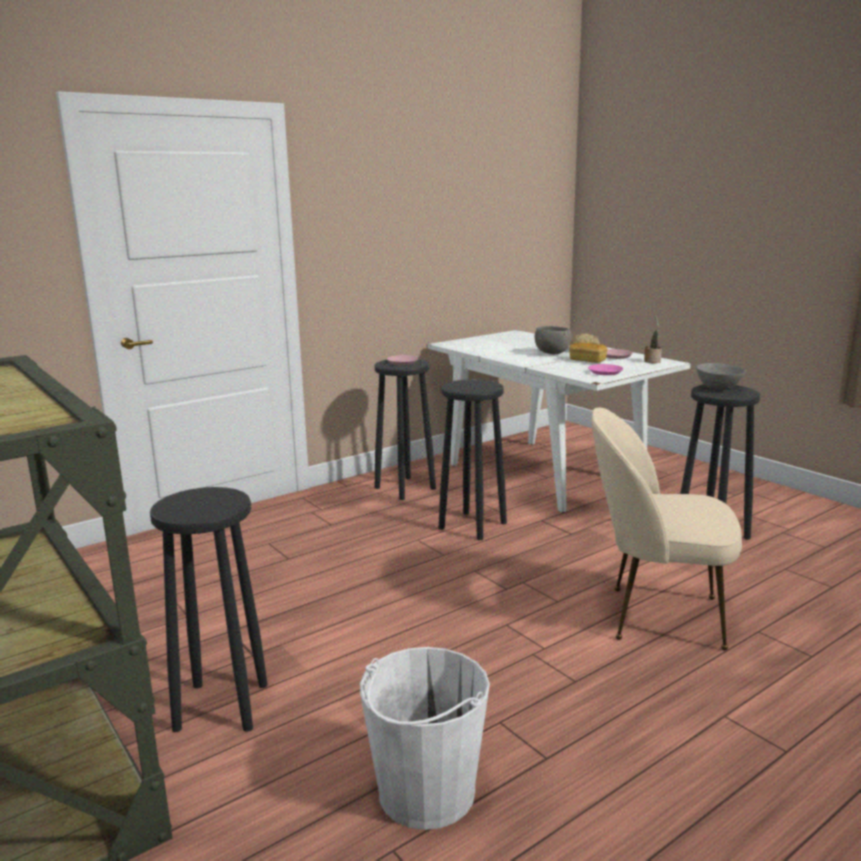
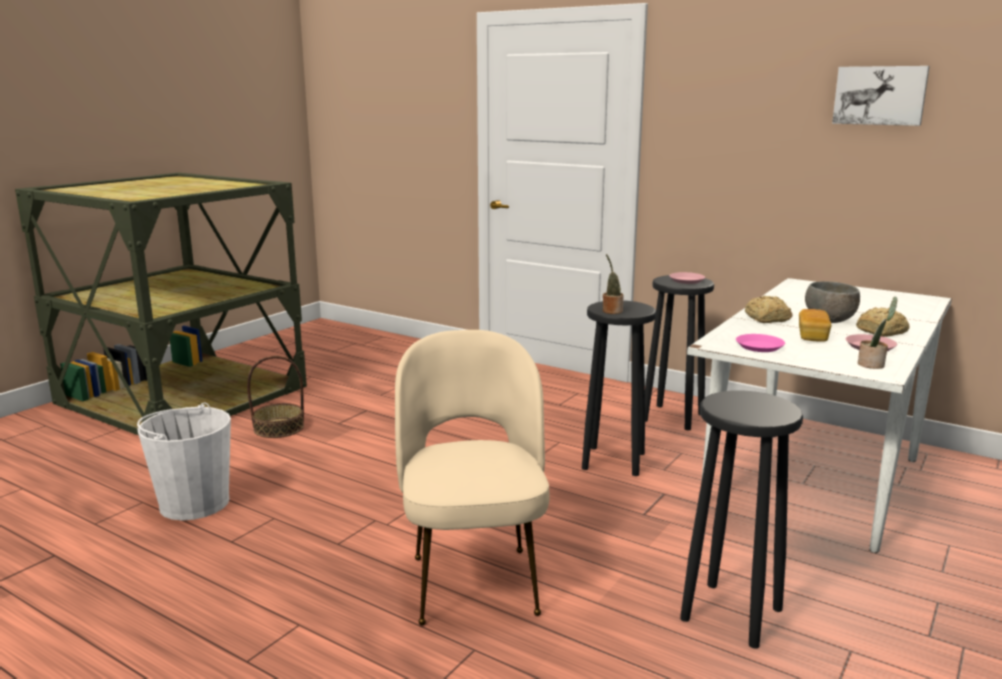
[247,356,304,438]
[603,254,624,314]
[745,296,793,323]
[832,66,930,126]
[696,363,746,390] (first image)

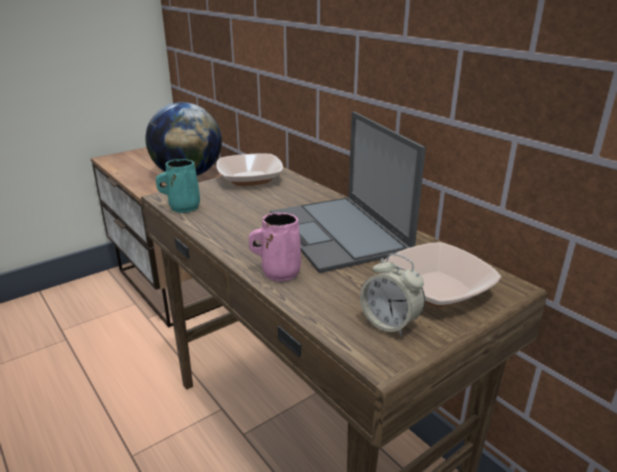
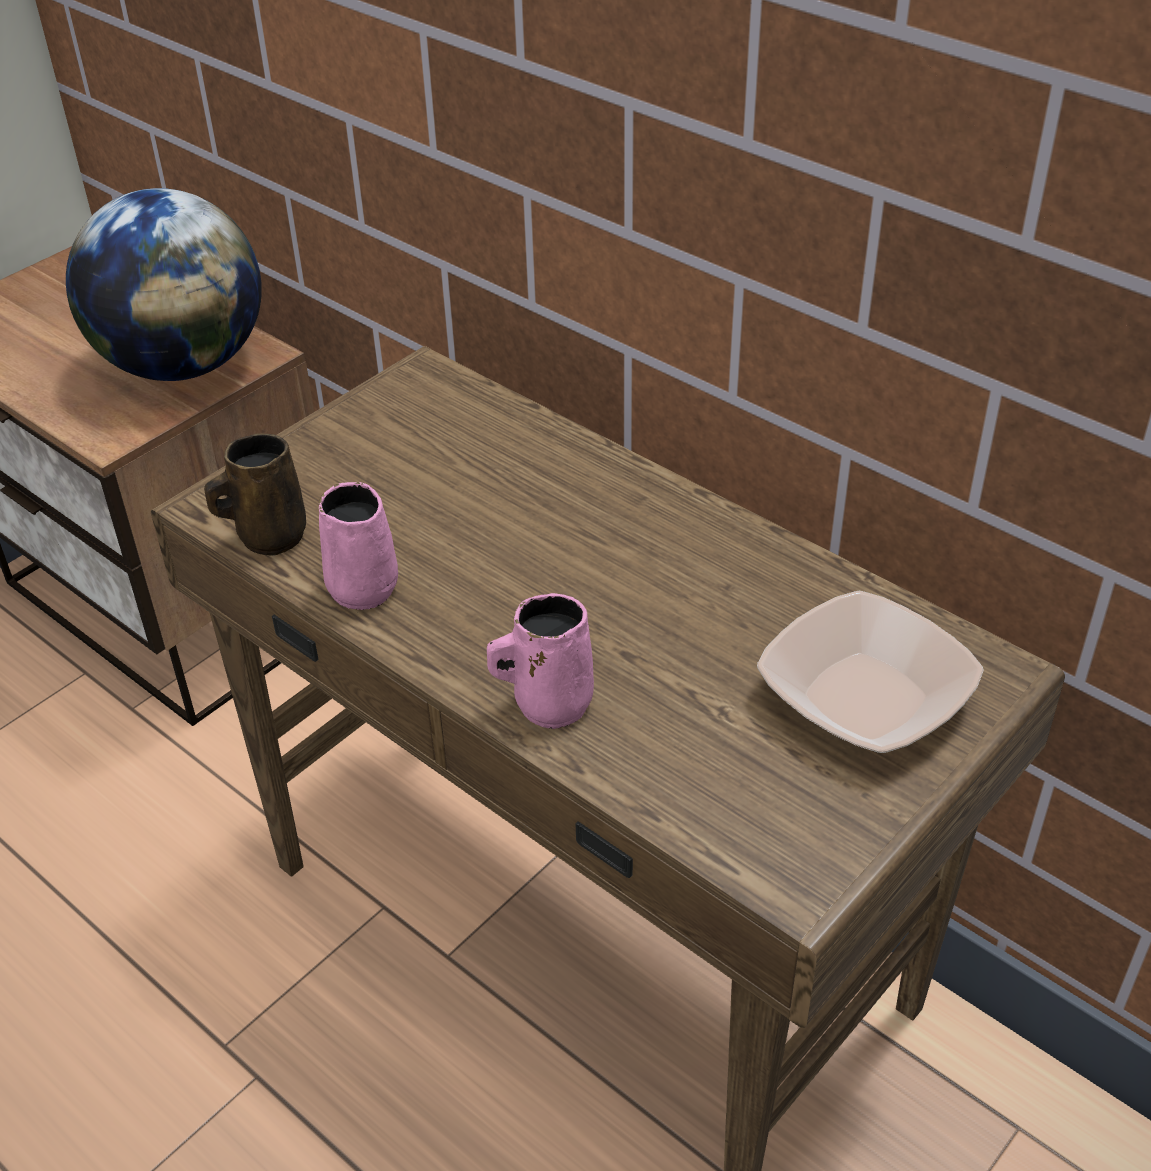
[204,433,306,555]
[319,482,398,610]
[216,153,283,186] (first image)
[270,112,426,273] (first image)
[360,254,425,337] (first image)

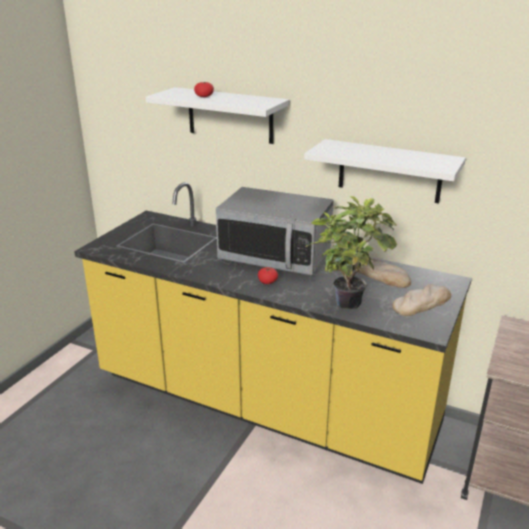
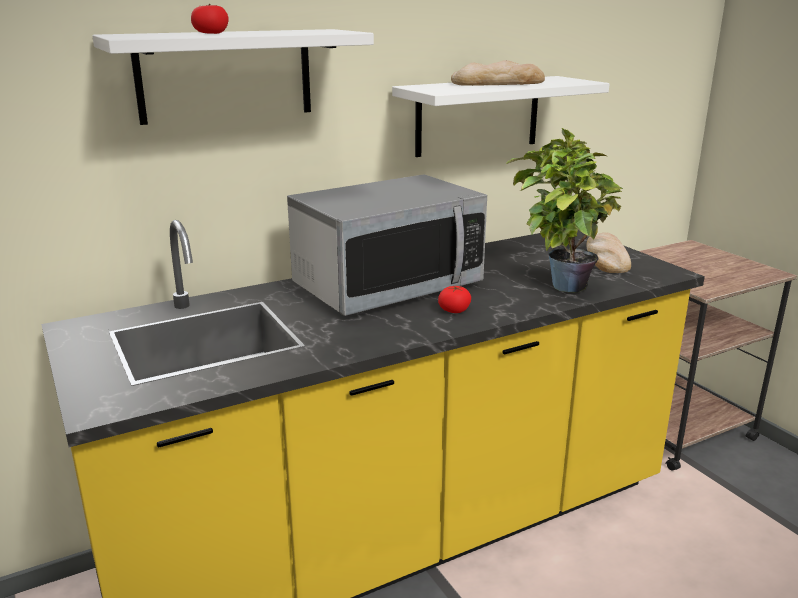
[451,60,545,86]

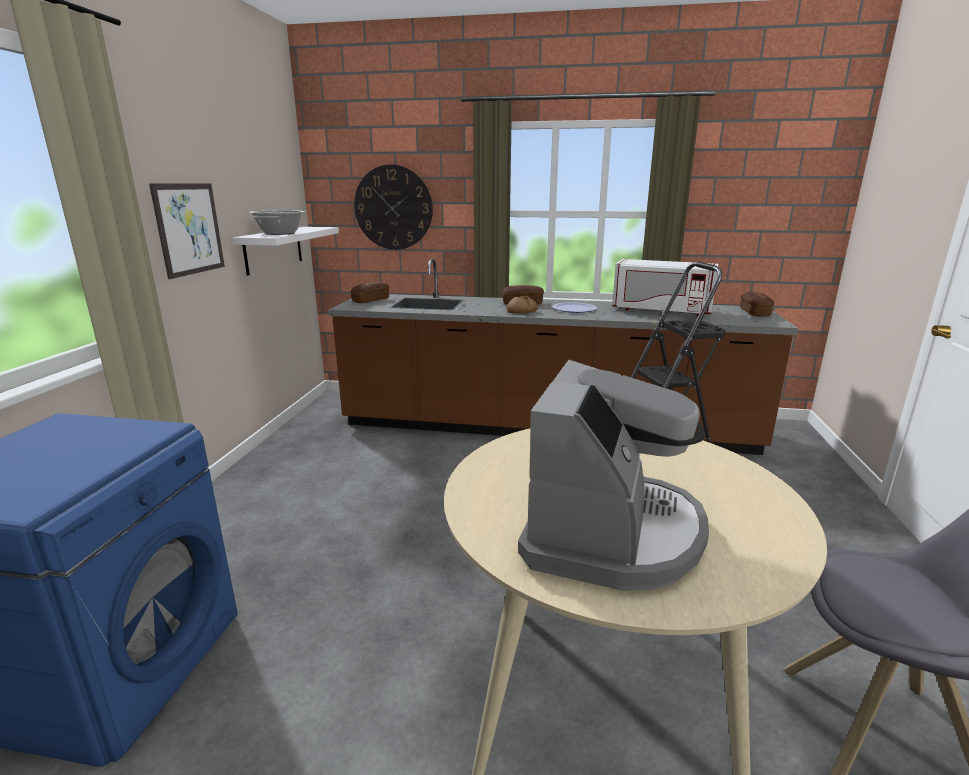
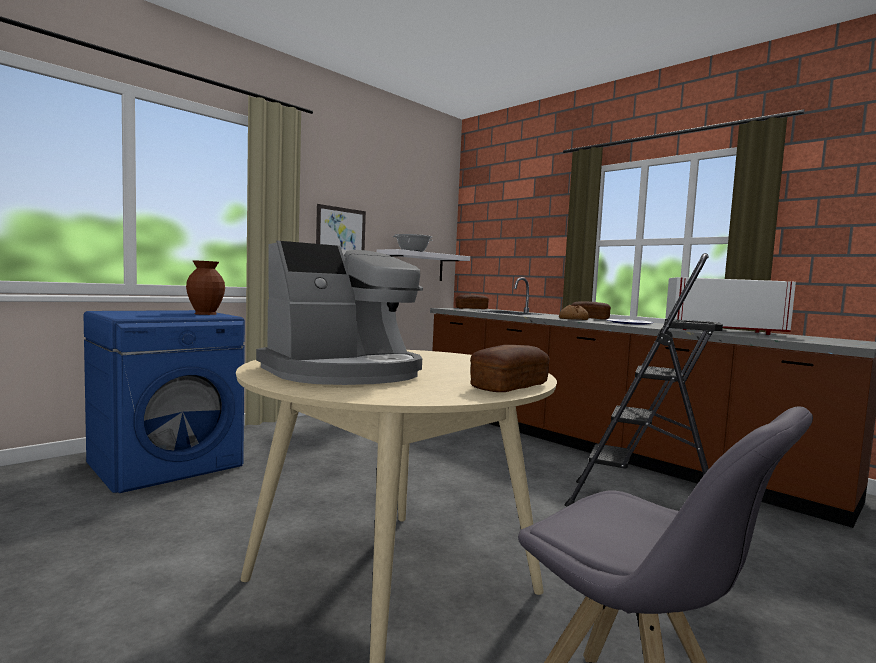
[186,260,225,315]
[470,345,550,392]
[665,277,796,335]
[354,164,433,250] (first image)

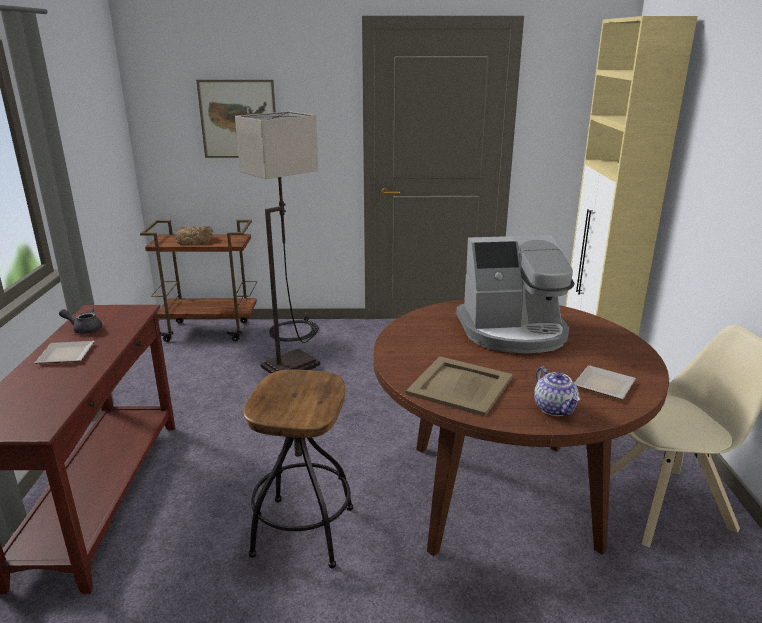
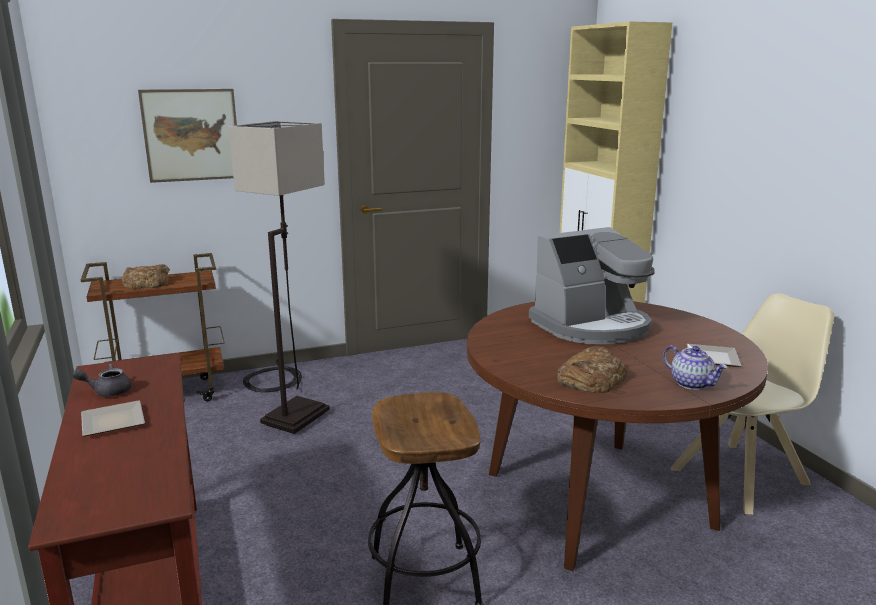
[557,346,627,393]

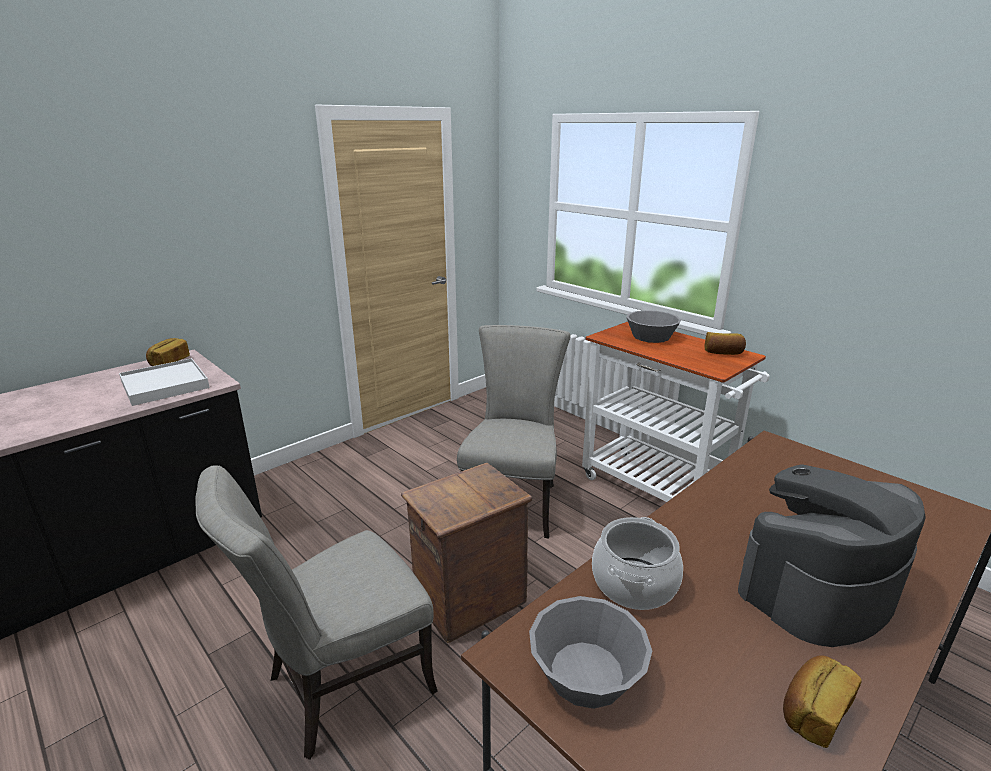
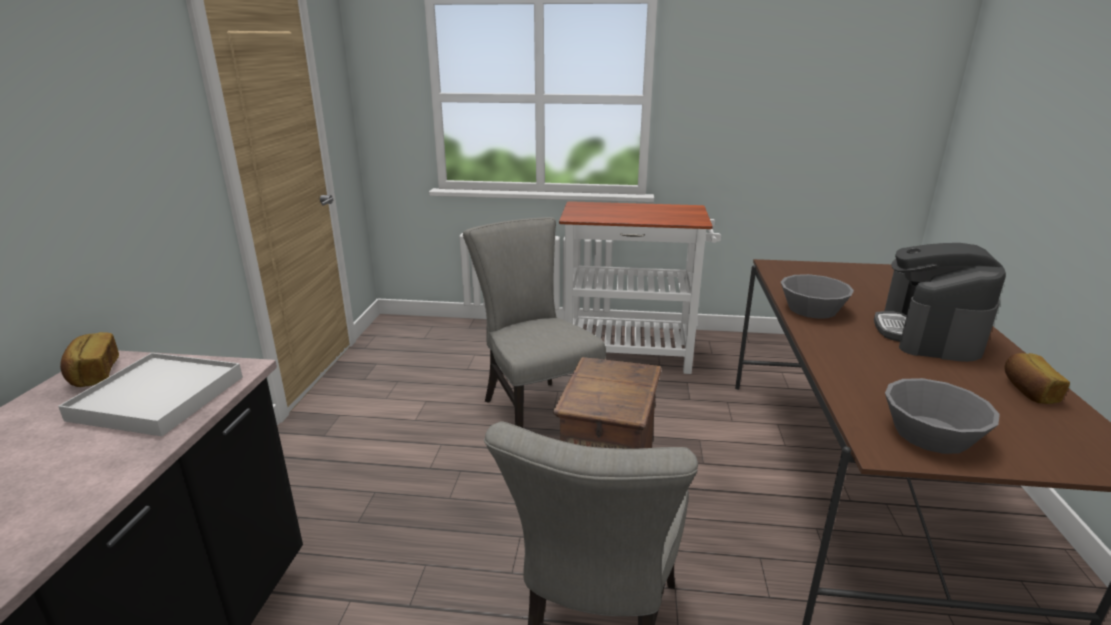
[781,274,854,319]
[592,517,683,610] (first image)
[704,332,746,355] (first image)

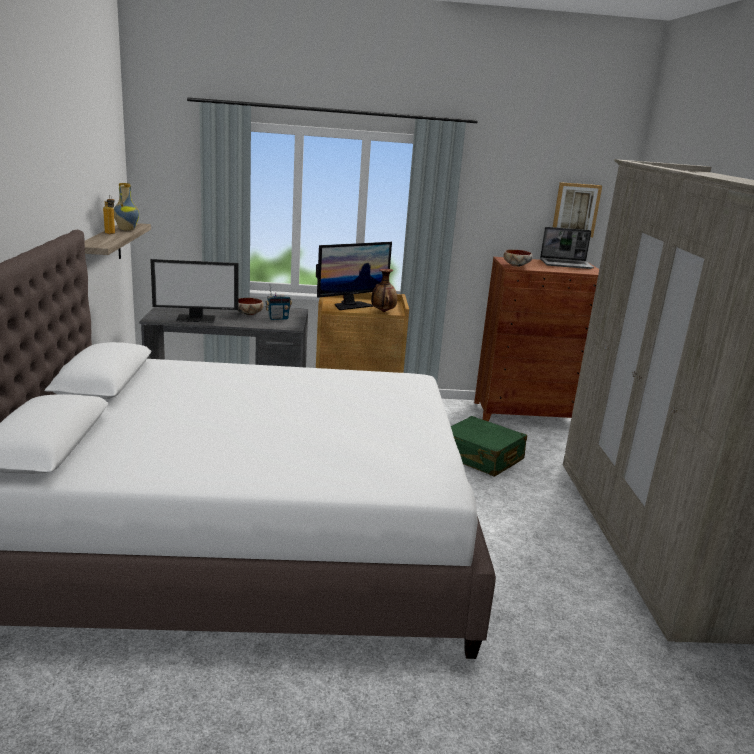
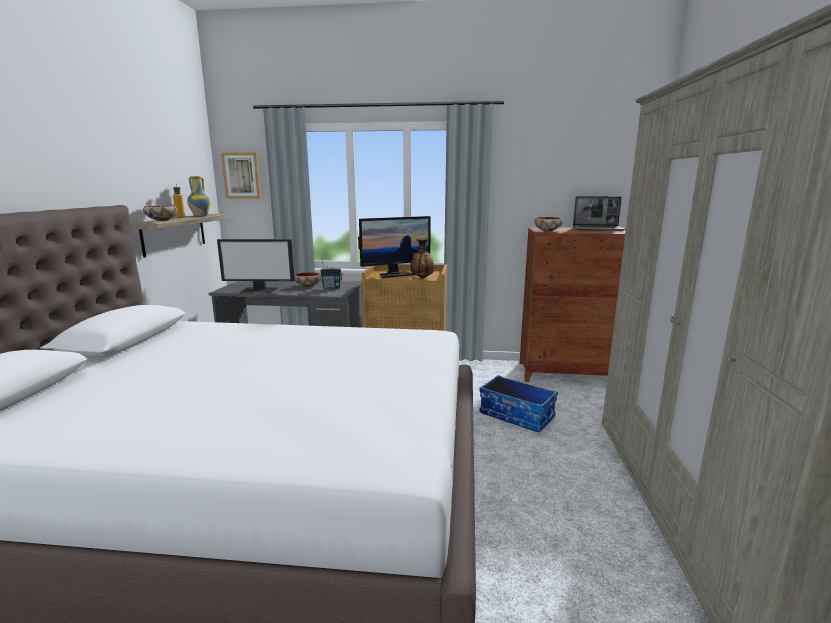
[143,206,178,221]
[221,152,261,199]
[479,375,558,432]

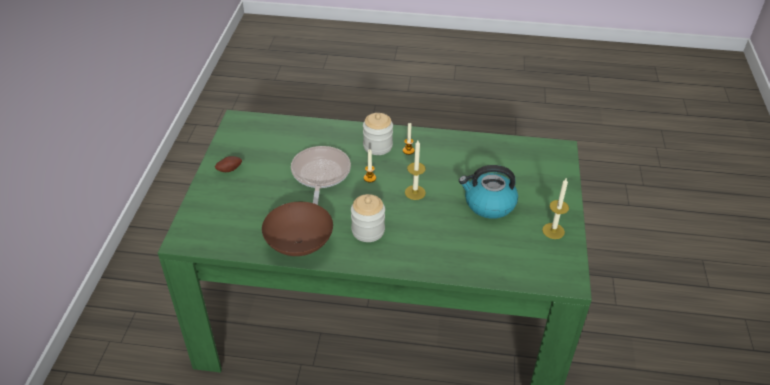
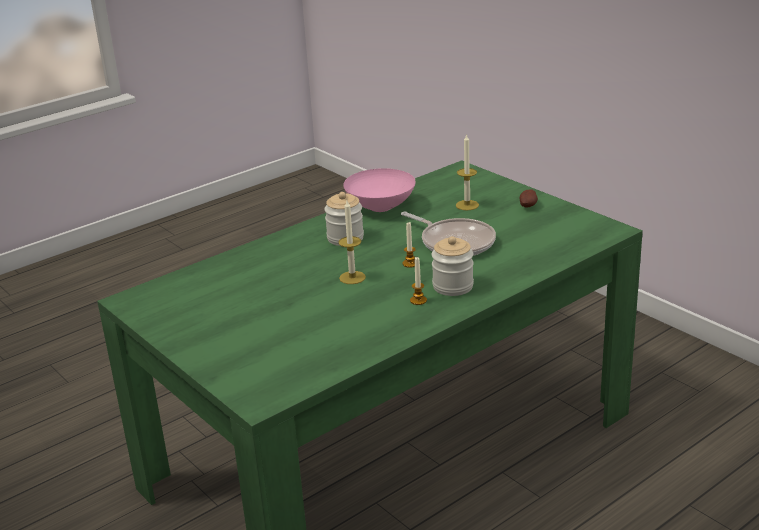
[343,168,416,212]
[456,134,479,210]
[459,165,518,219] (first image)

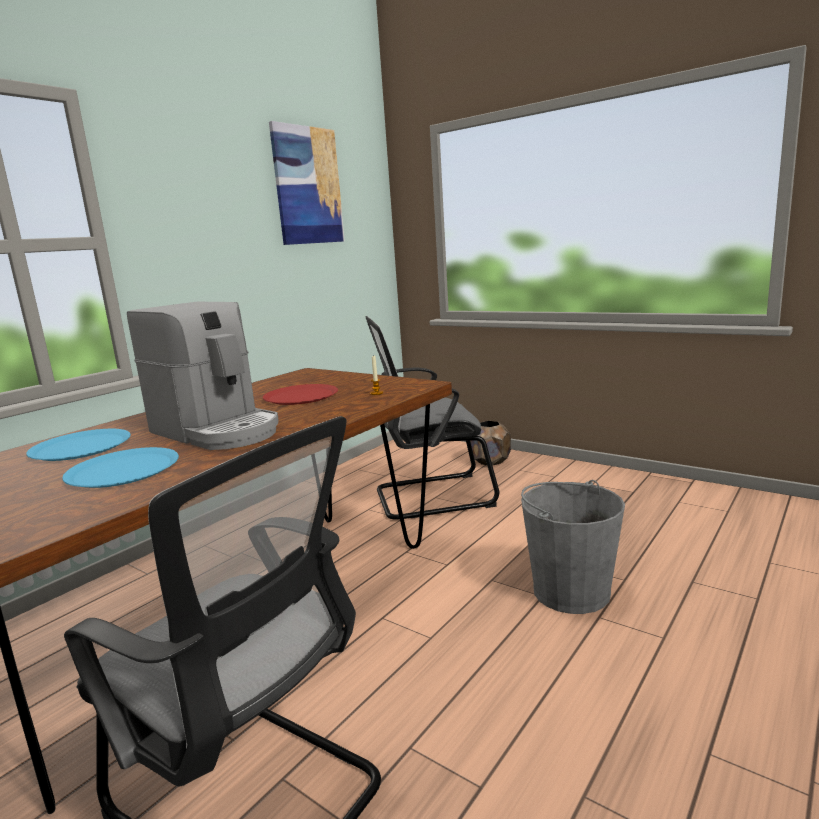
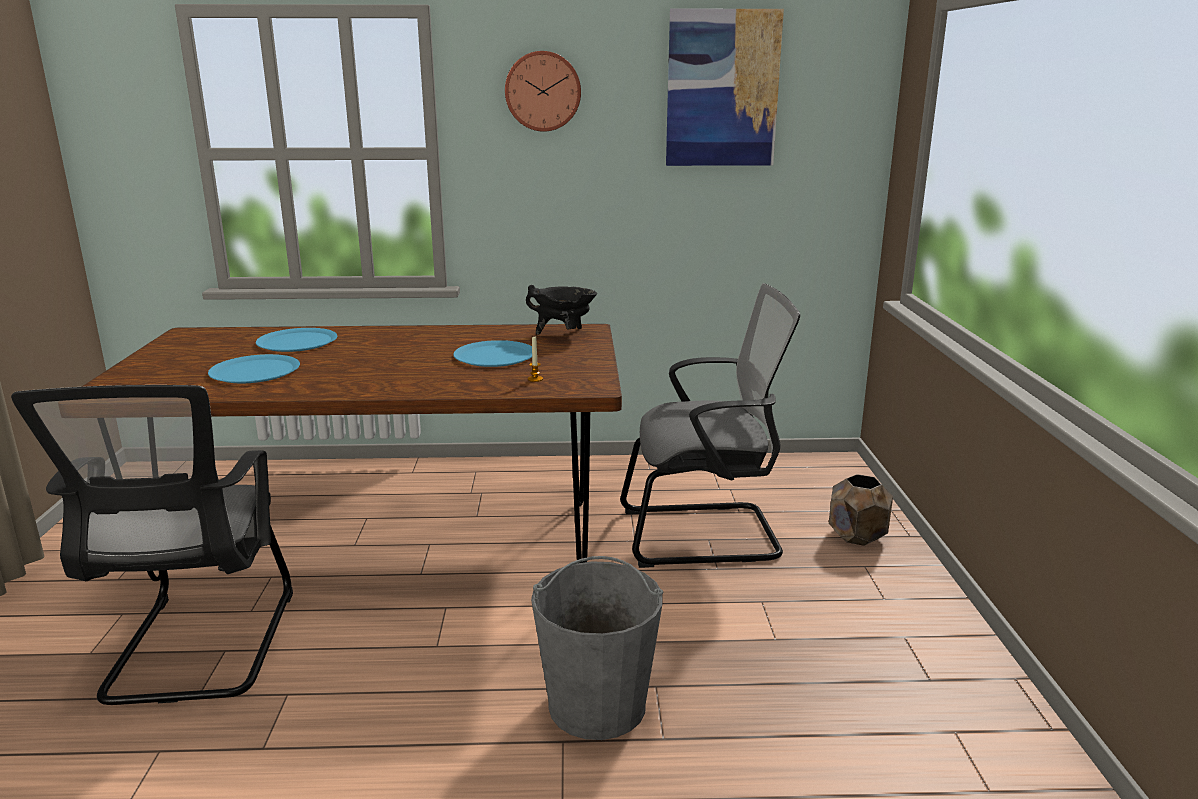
[453,340,532,367]
[505,51,581,132]
[526,285,597,335]
[620,283,800,568]
[127,302,279,450] (first image)

